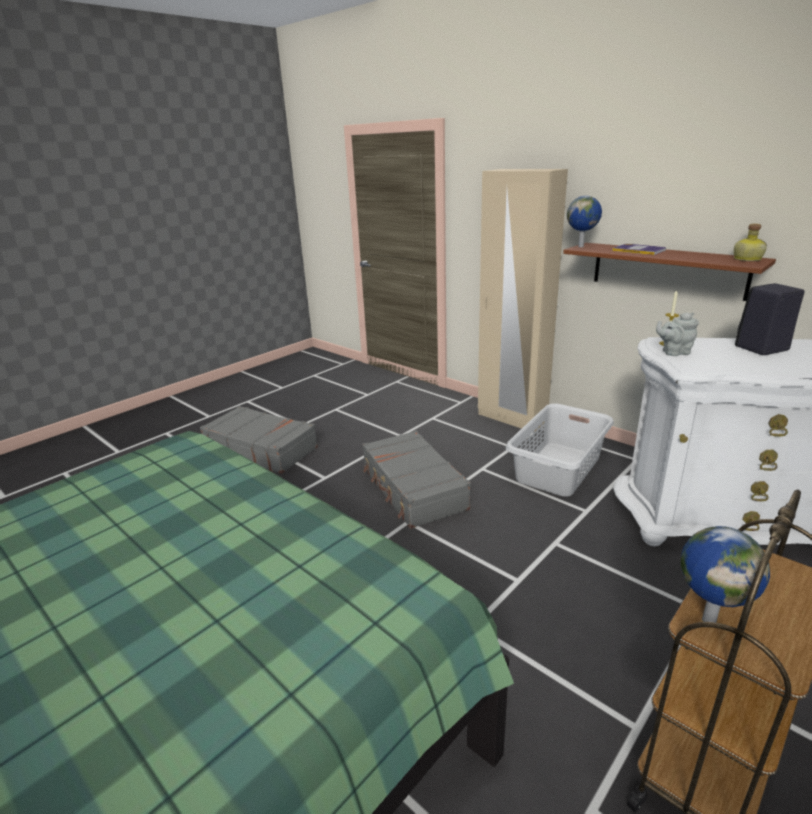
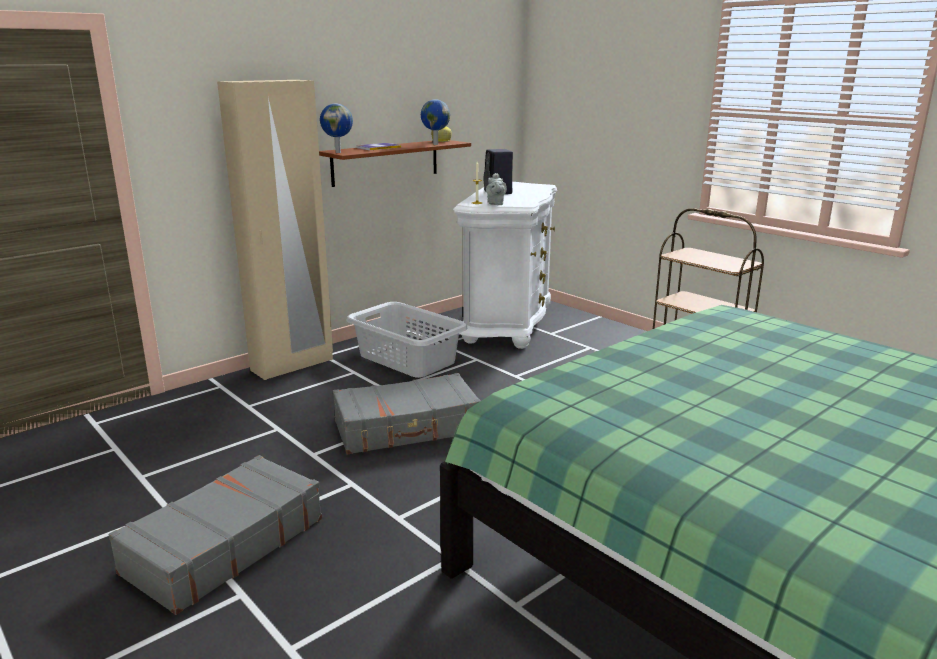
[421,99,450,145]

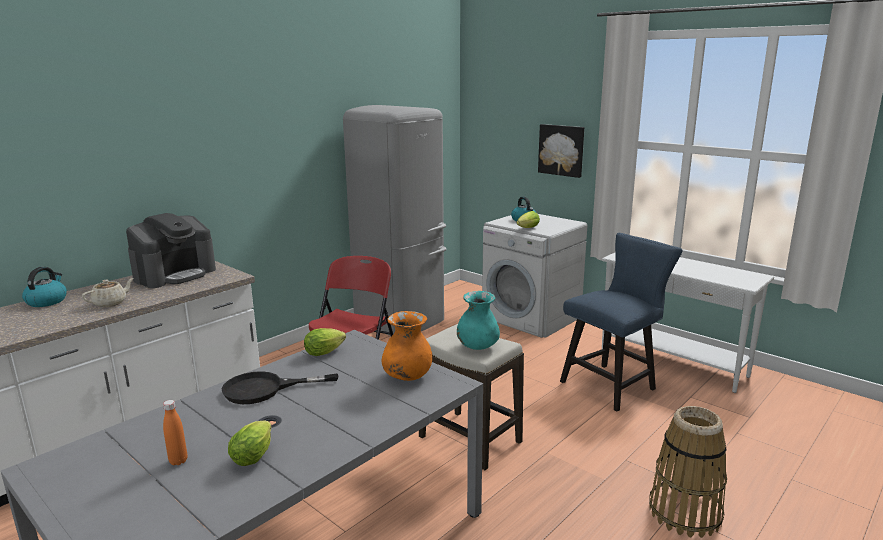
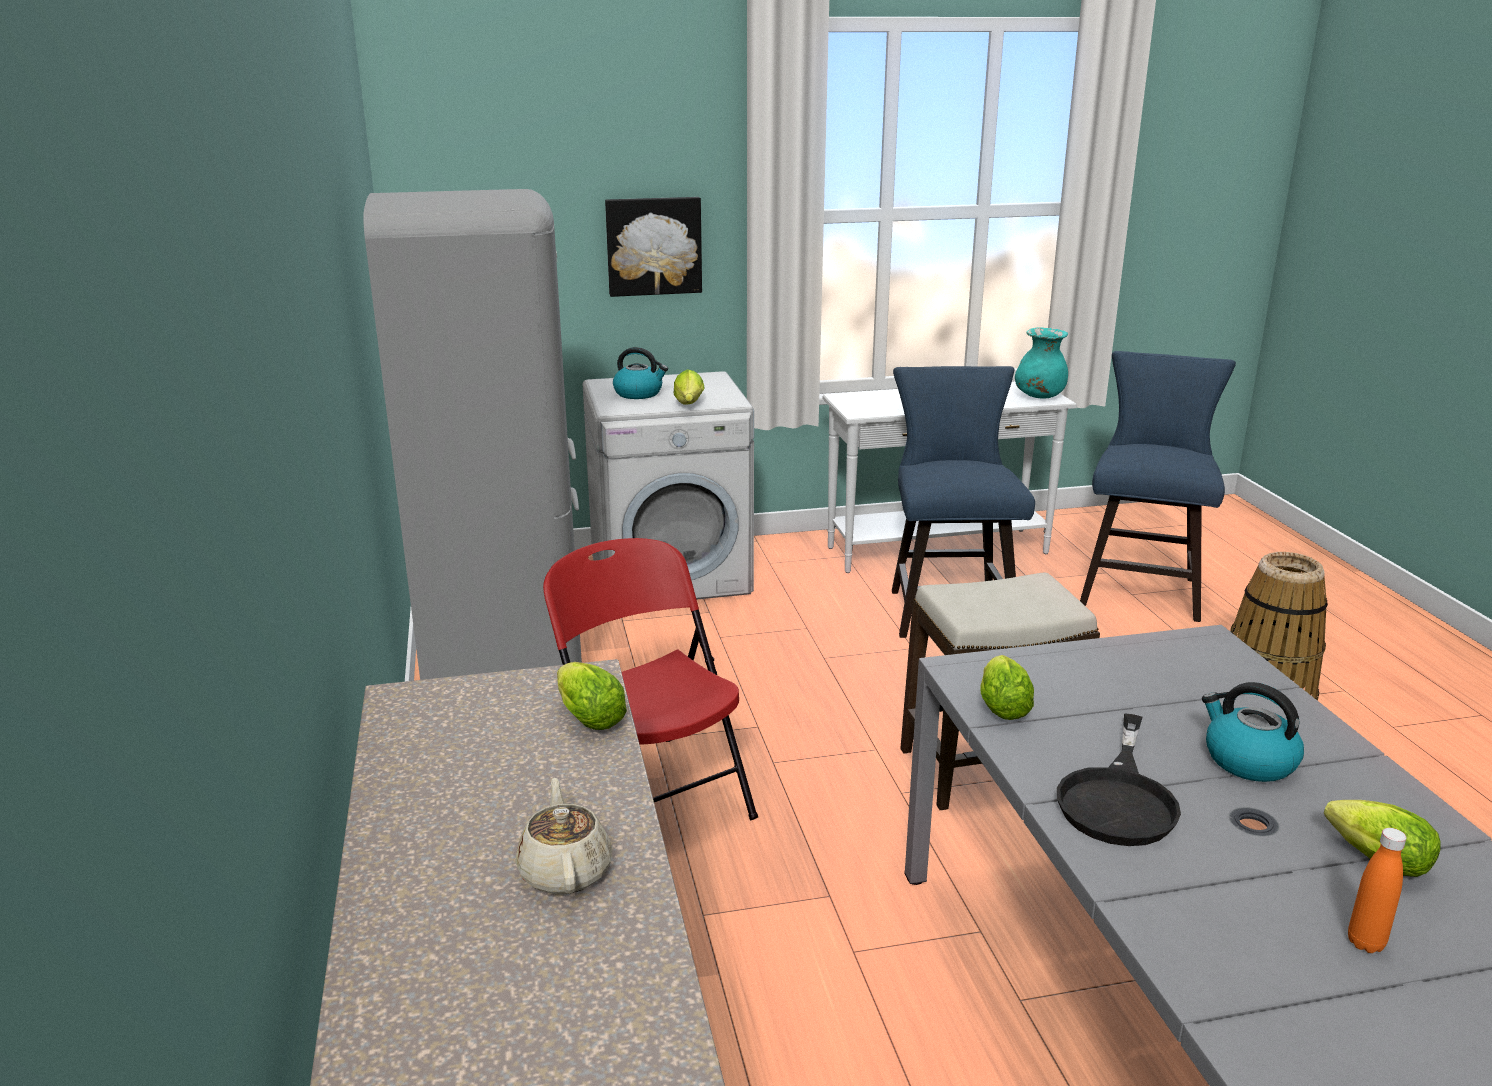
[557,662,627,730]
[1015,327,1068,399]
[1080,351,1236,622]
[1202,682,1304,782]
[126,213,216,288] (first image)
[381,311,432,381] (first image)

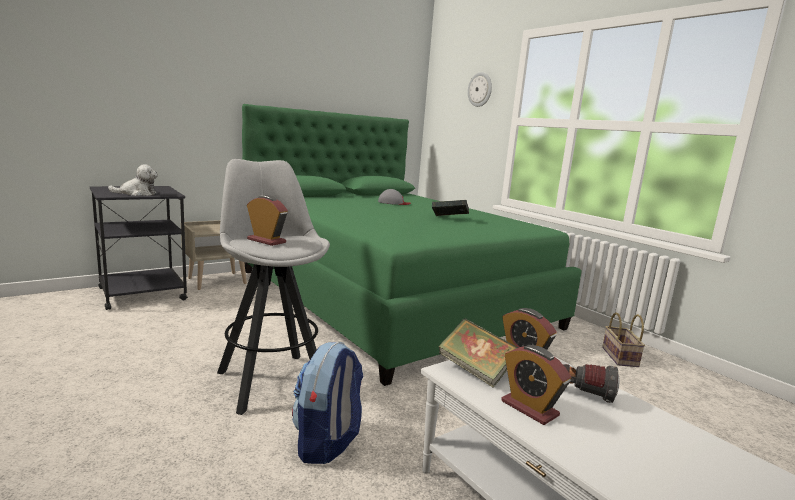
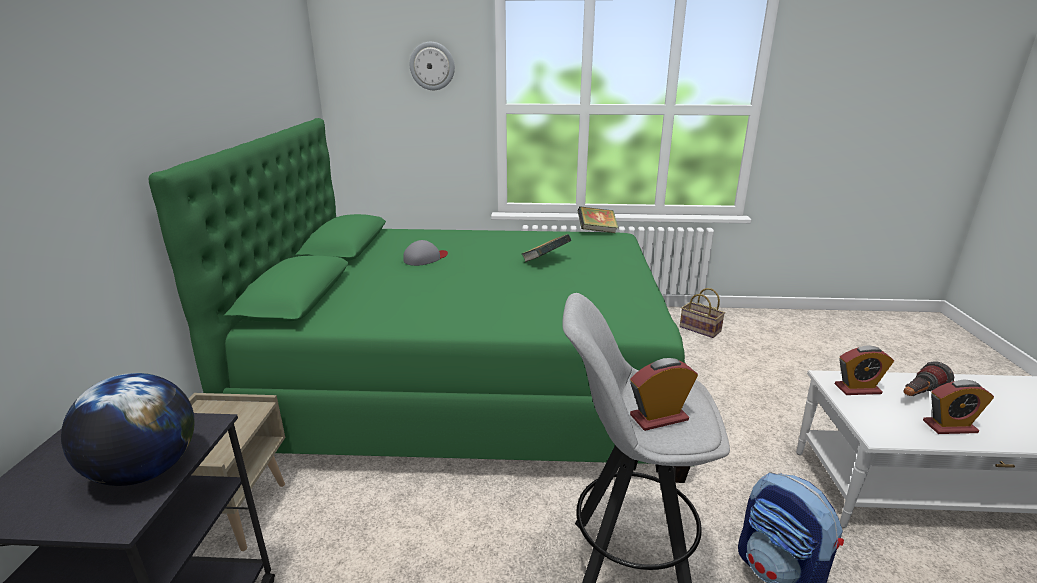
[61,373,195,486]
[578,206,619,233]

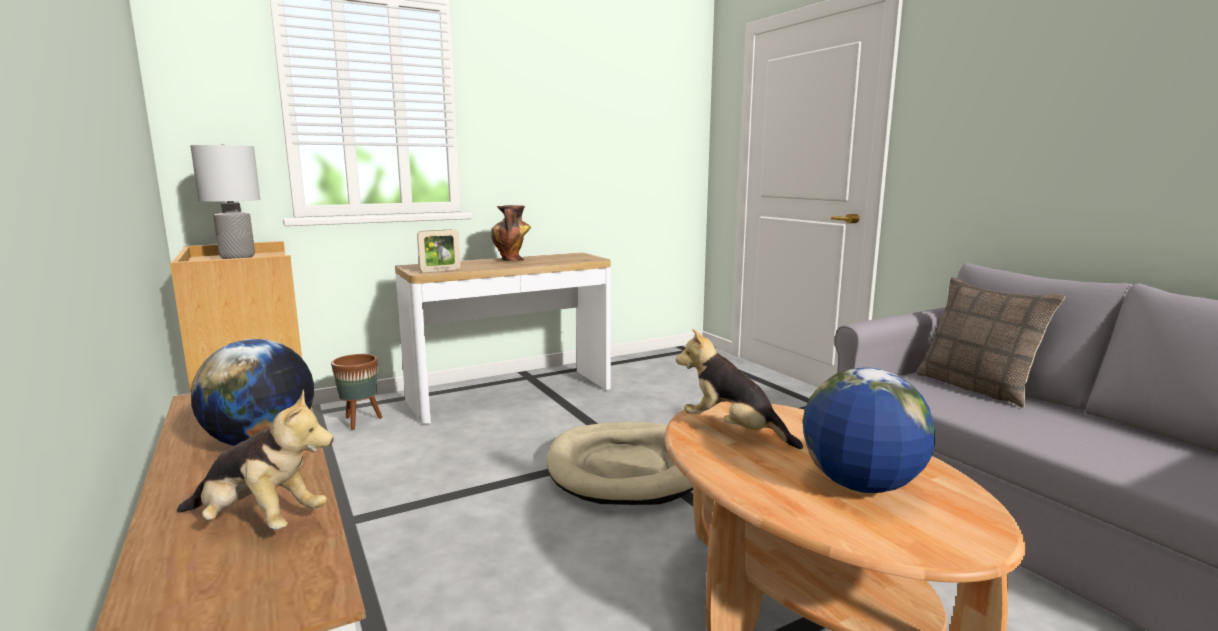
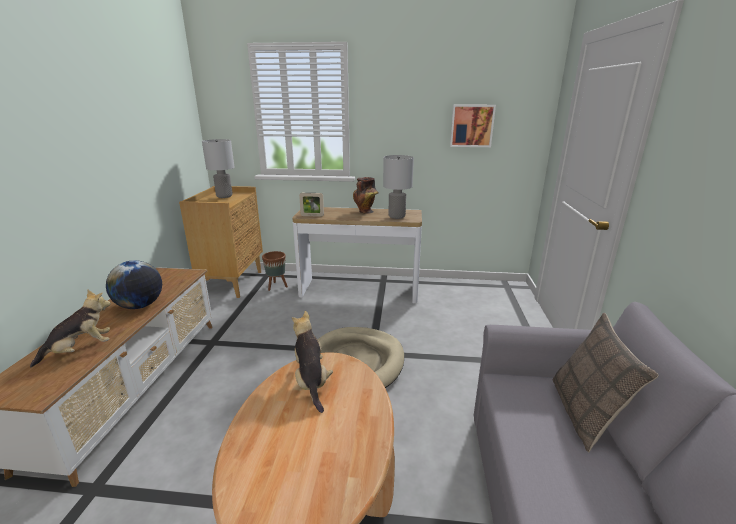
[30,289,111,368]
[383,155,414,219]
[450,105,496,147]
[803,368,935,493] (first image)

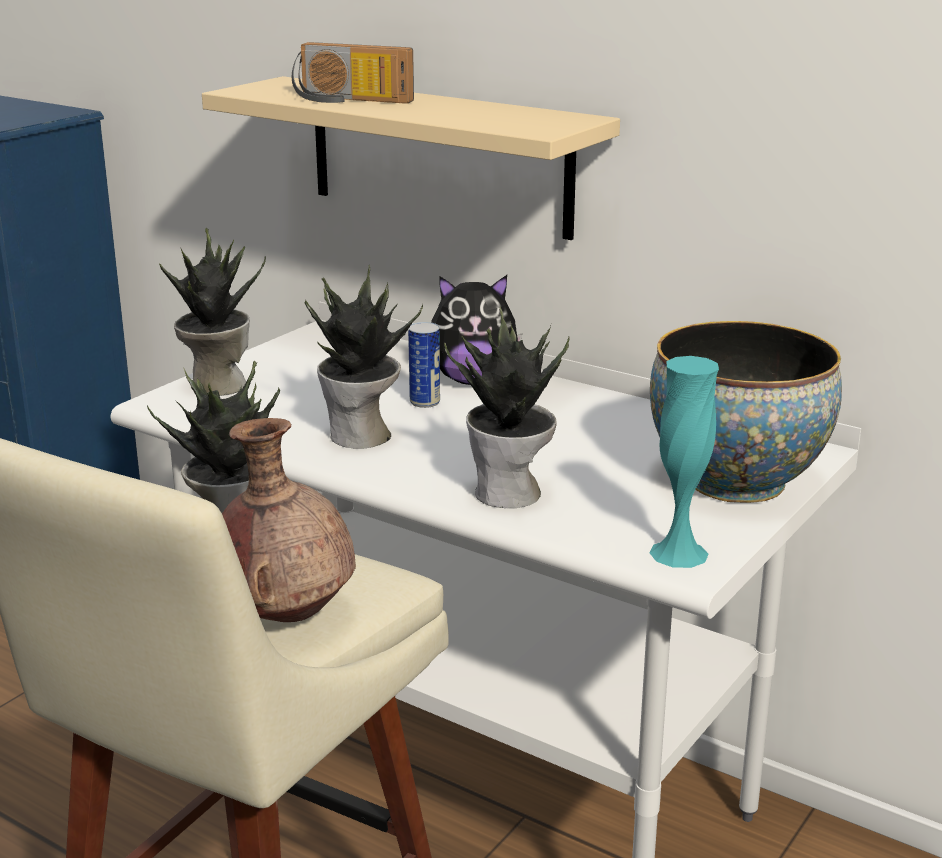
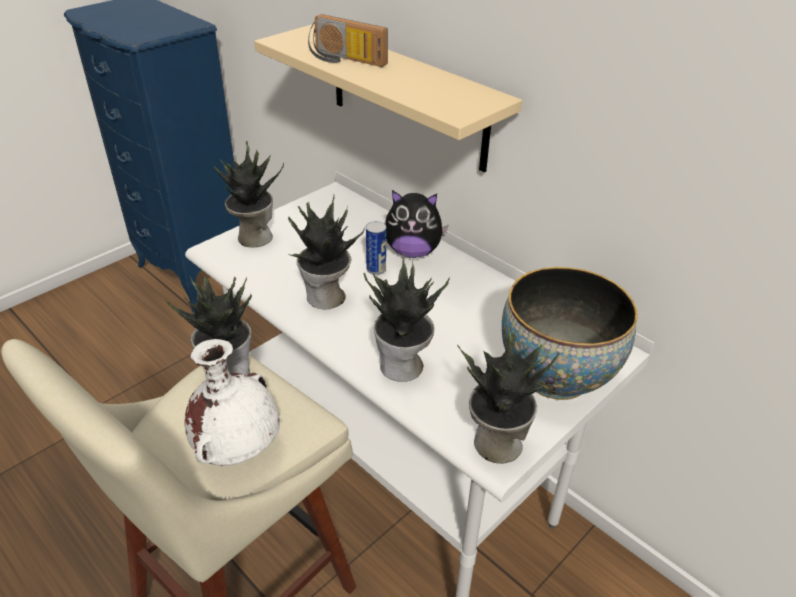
[184,339,280,466]
[457,327,560,464]

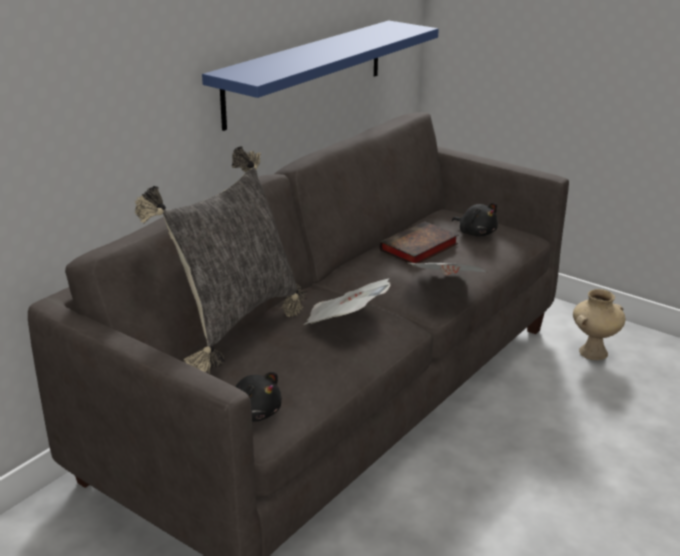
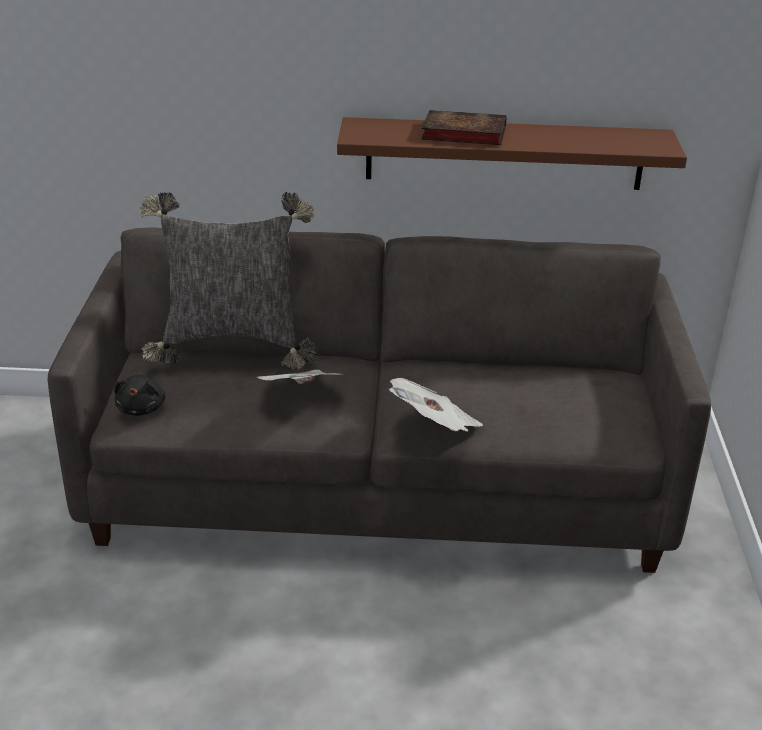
[337,117,687,190]
[421,110,507,145]
[452,203,498,236] (first image)
[573,289,625,360] (first image)

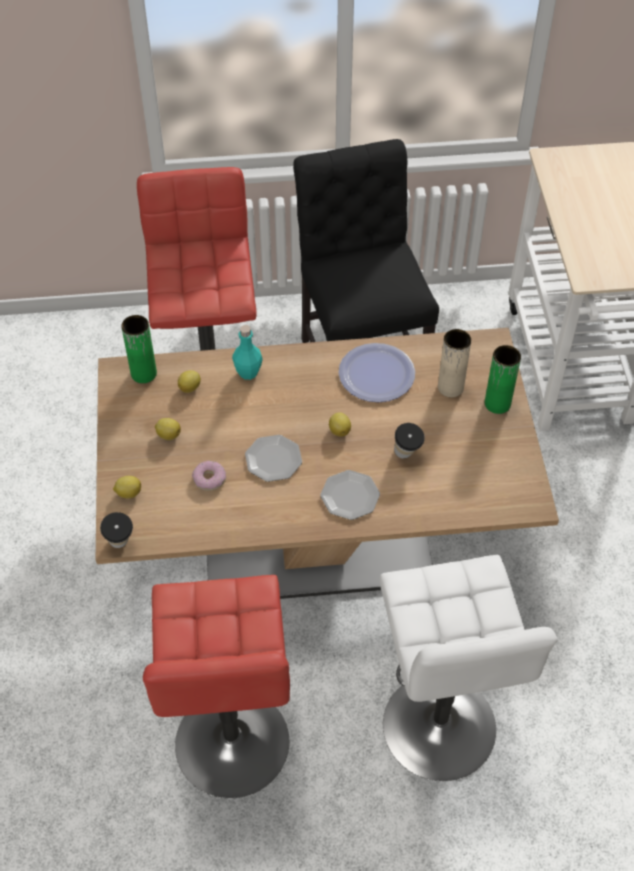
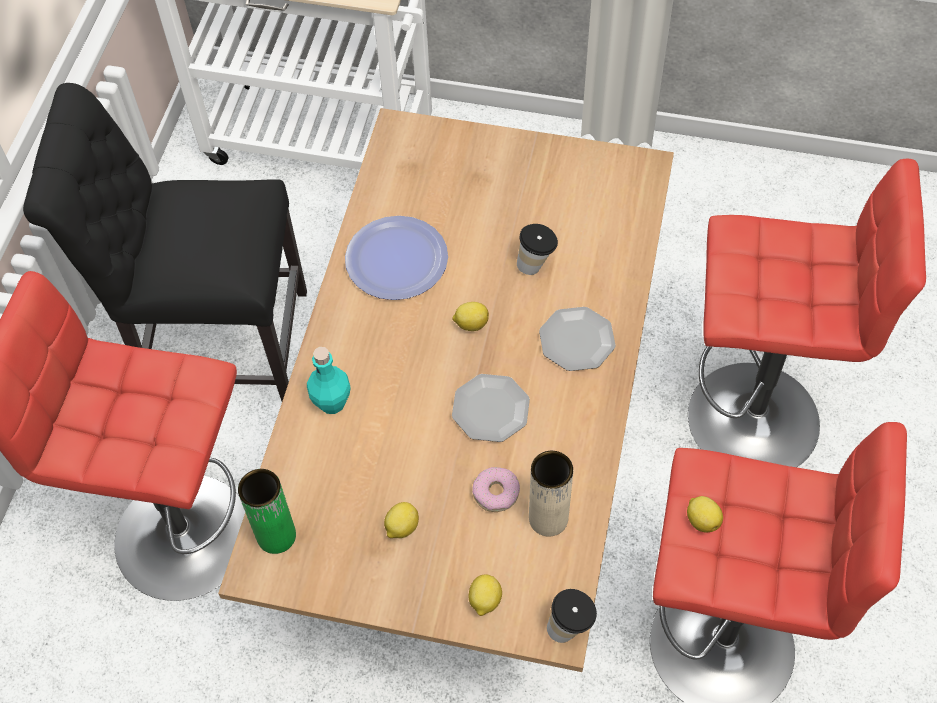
[529,451,573,536]
[687,496,723,532]
[688,159,926,467]
[485,345,521,414] (first image)

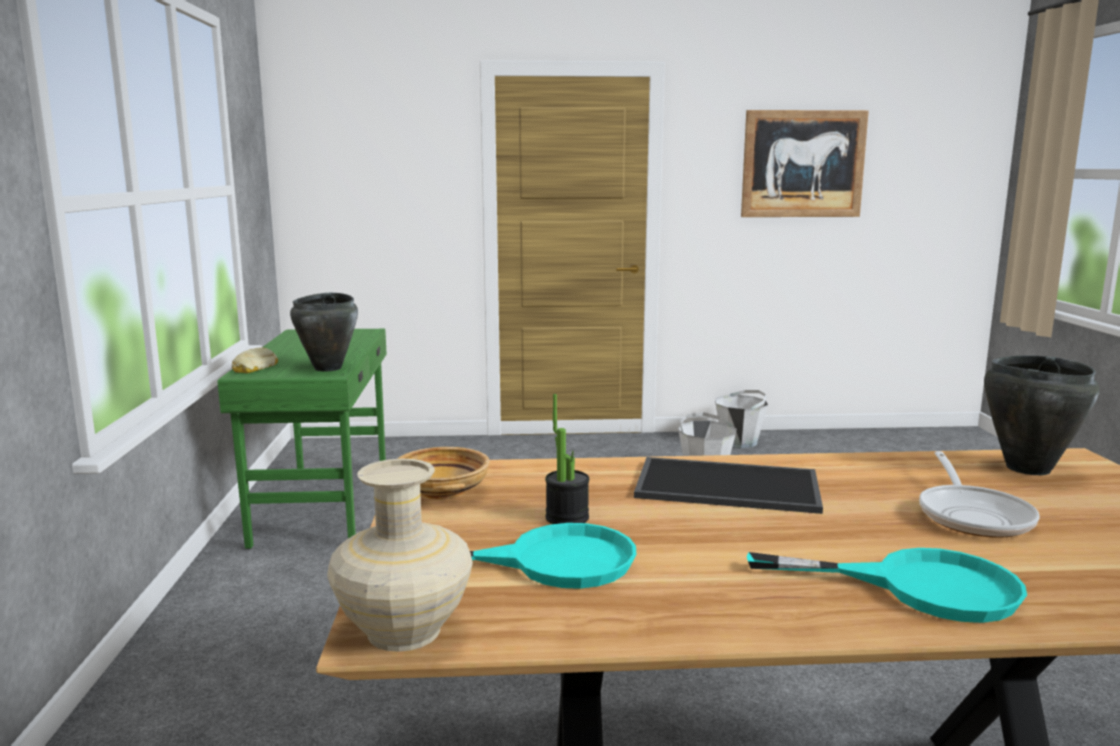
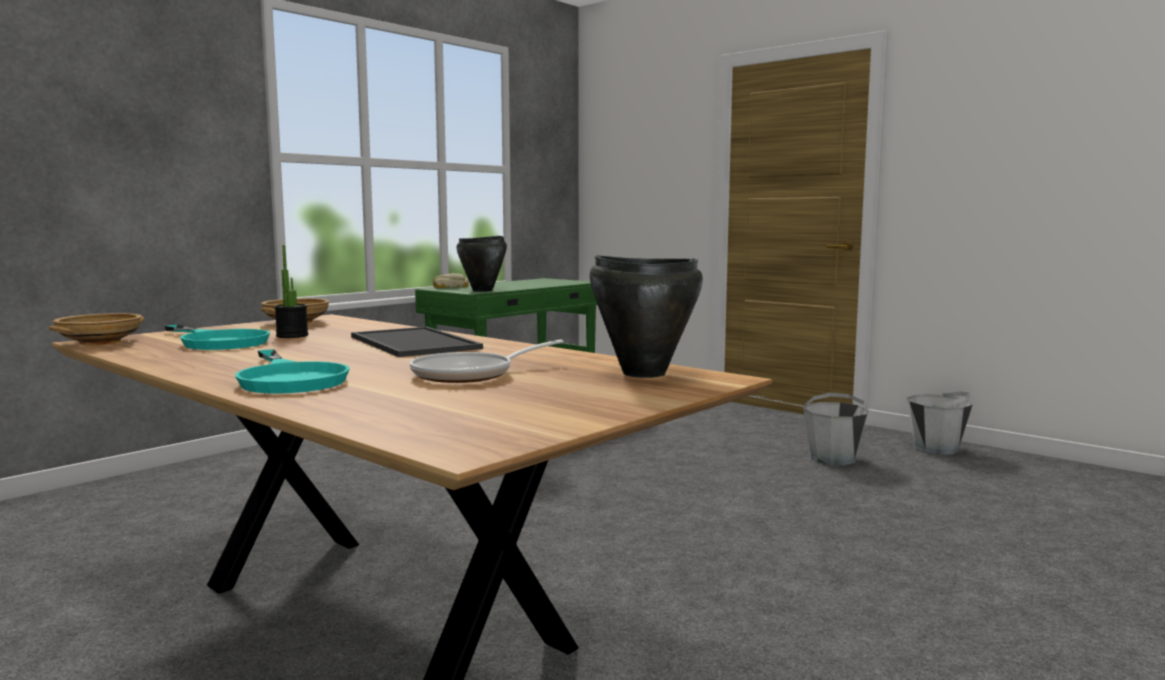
[49,313,144,345]
[741,110,869,217] (first image)

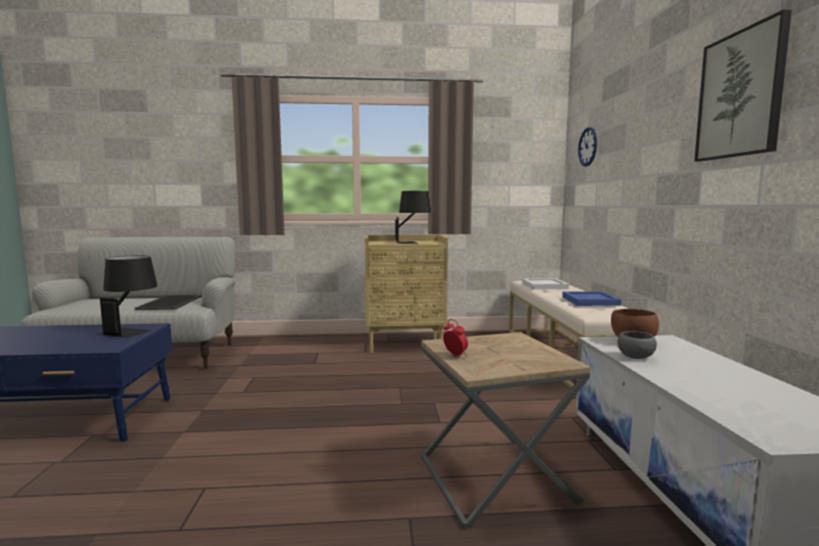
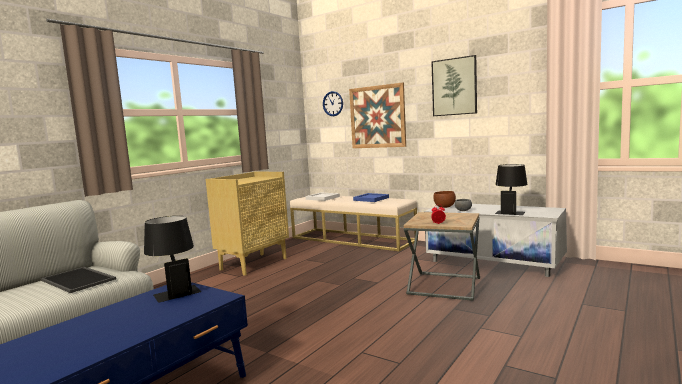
[349,83,406,148]
[495,164,528,215]

